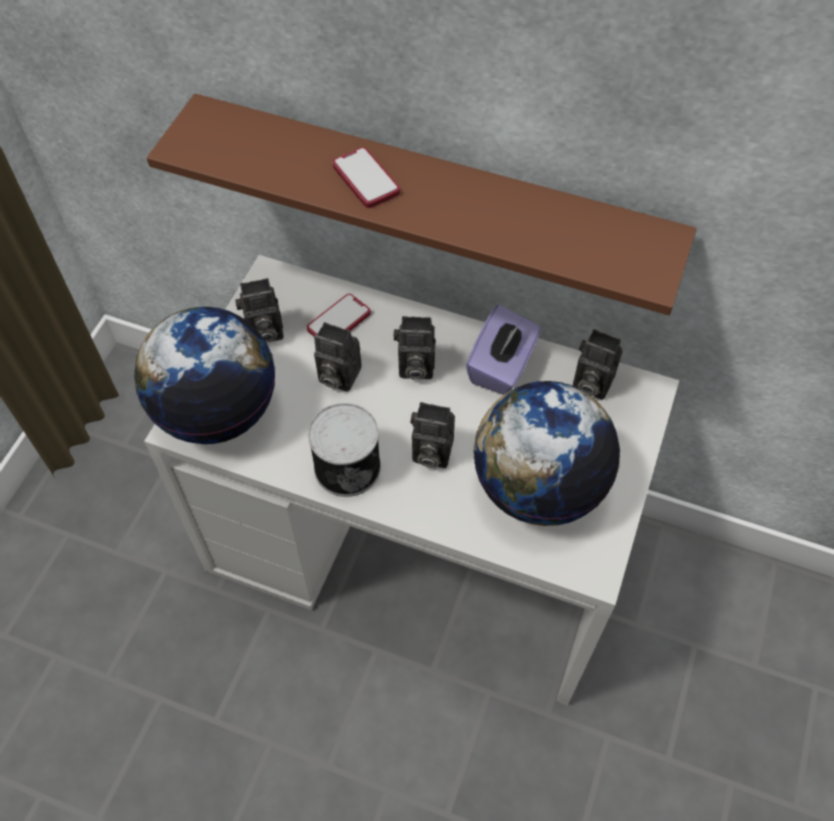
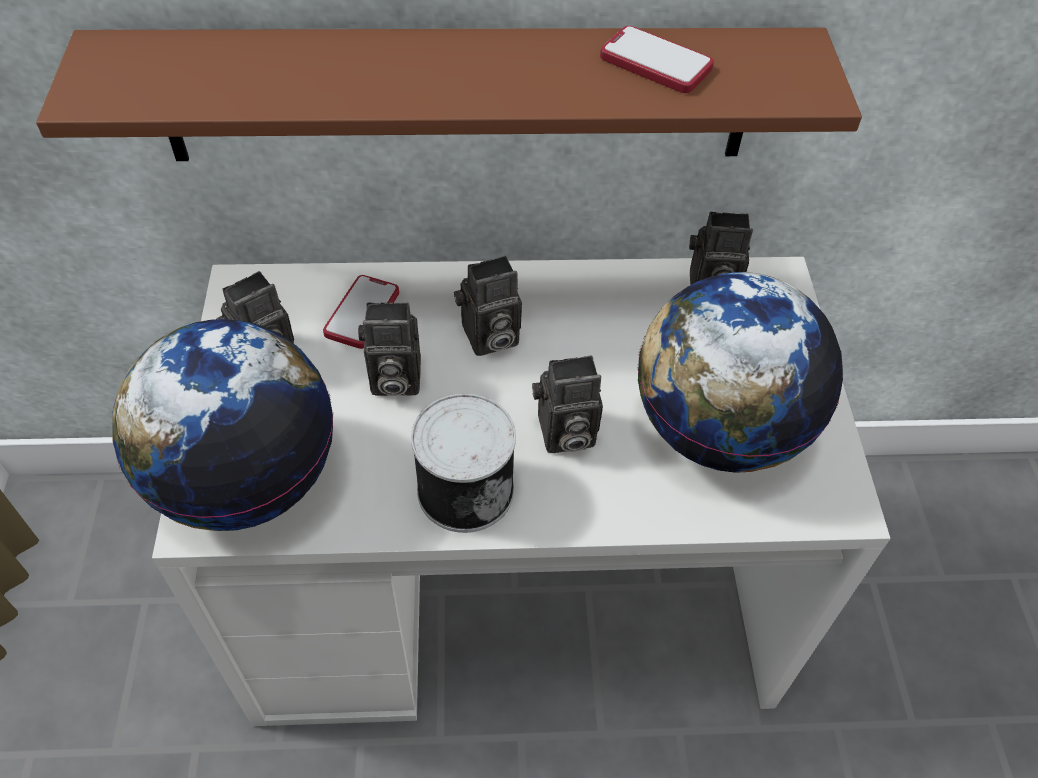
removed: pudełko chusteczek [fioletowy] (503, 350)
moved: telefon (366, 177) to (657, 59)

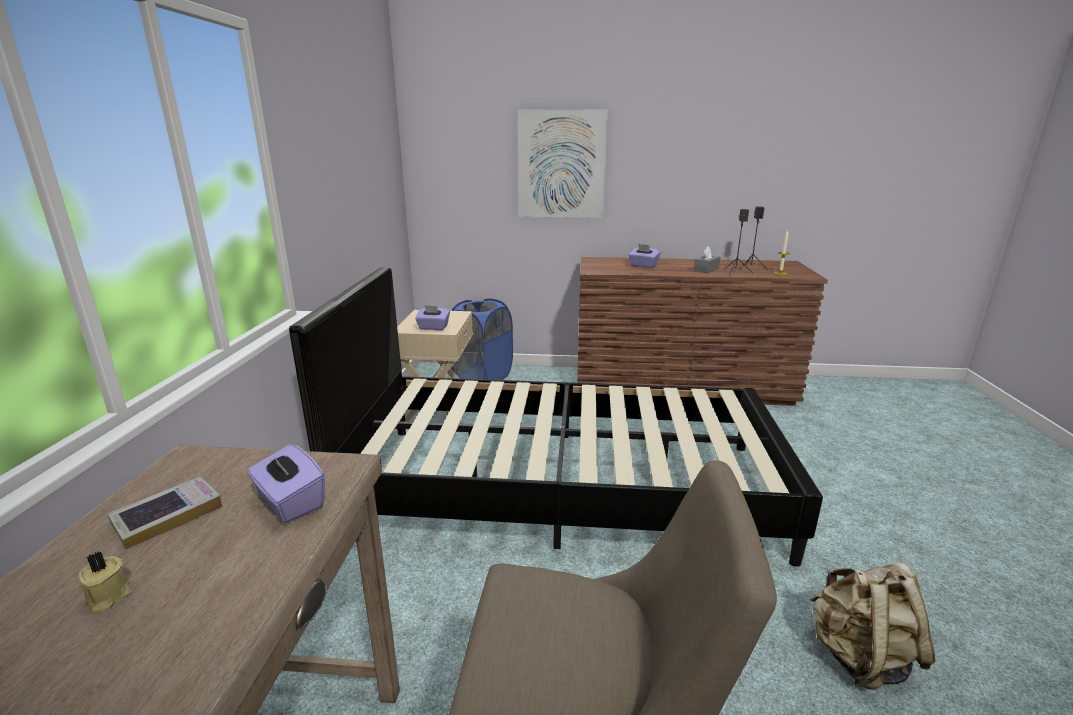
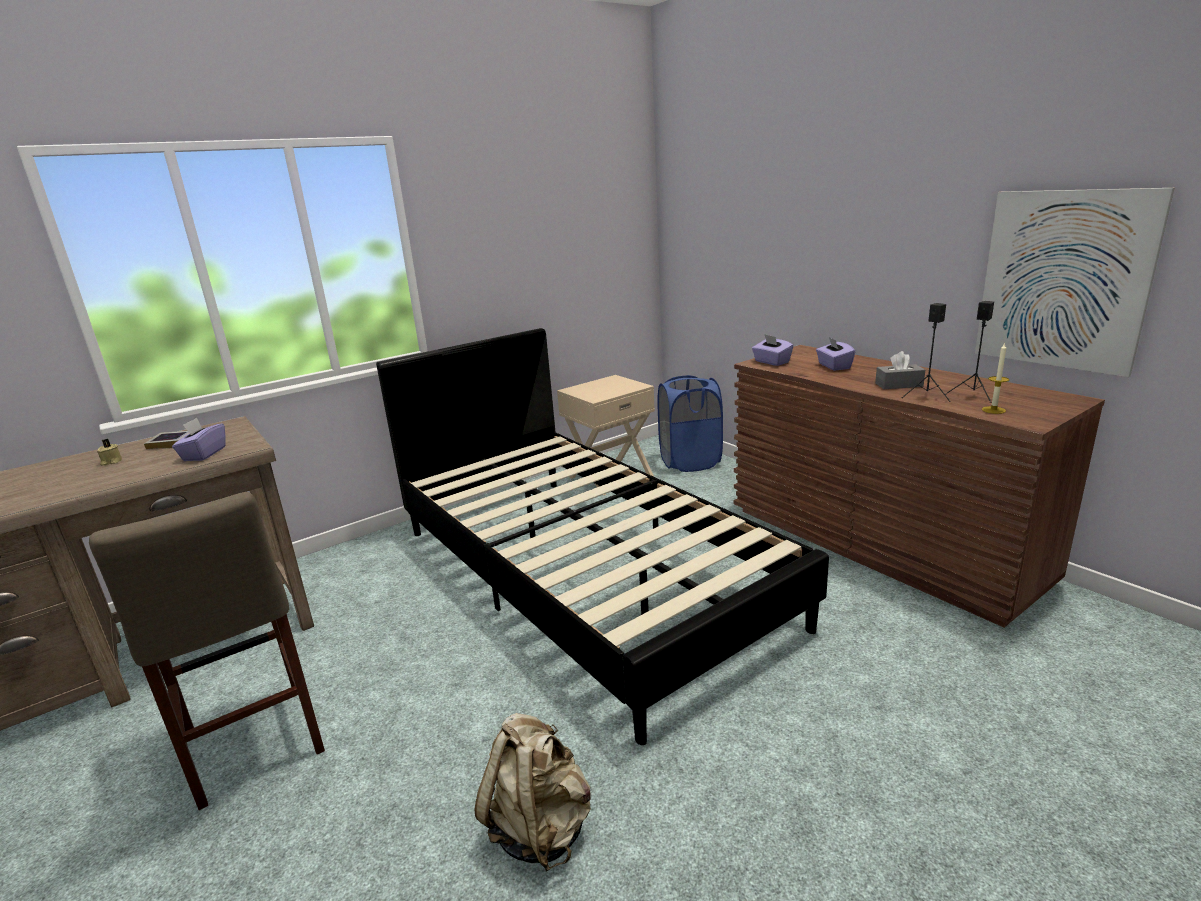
moved: obraz (563, 164) to (1074, 282); pudełko chusteczek [fioletowy] (432, 317) to (772, 350)

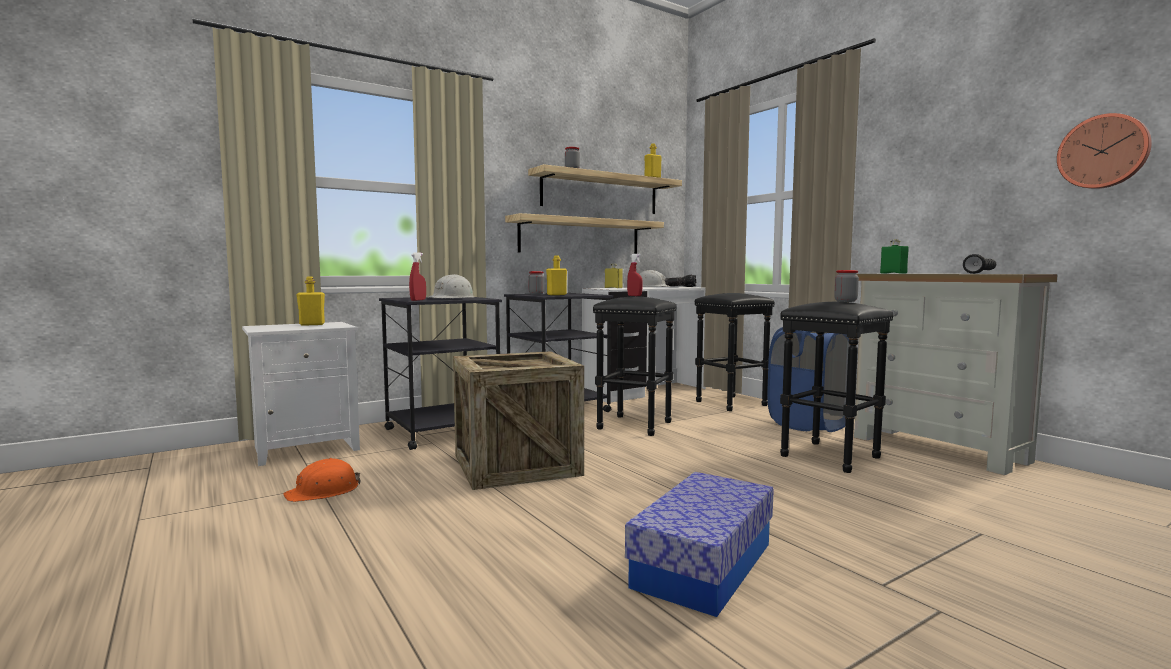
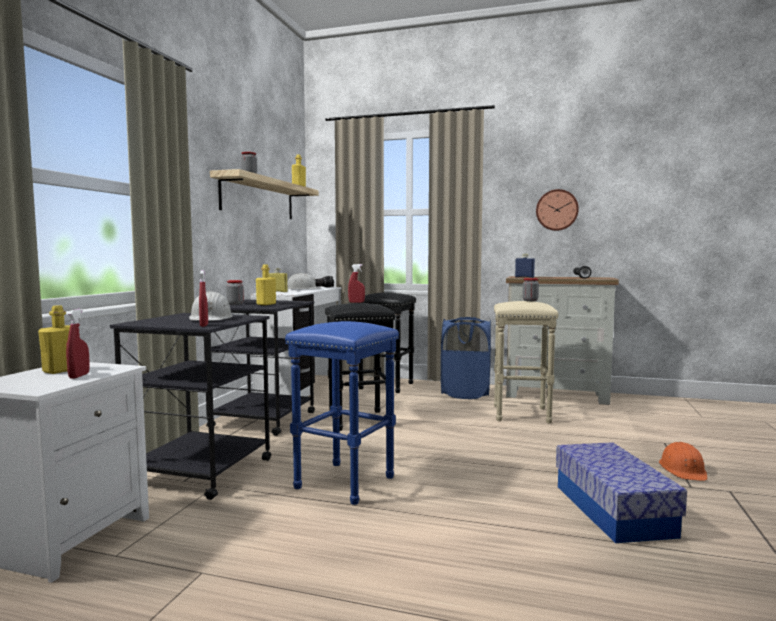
removed: półka (584, 233)
added: spryskiwacz [czerwony] (78, 343)
moved: zegar ścienny (1104, 151) to (557, 210); kask [pomarańczowy] (322, 480) to (683, 461)
replaced: skrzynka (518, 420) to stołek [niebieski] (342, 413)
recoloured: butelka [zielony] (894, 256) to butelka [niebieski] (525, 265); stołek [czarny] (836, 387) to stołek [beżowy] (526, 362)

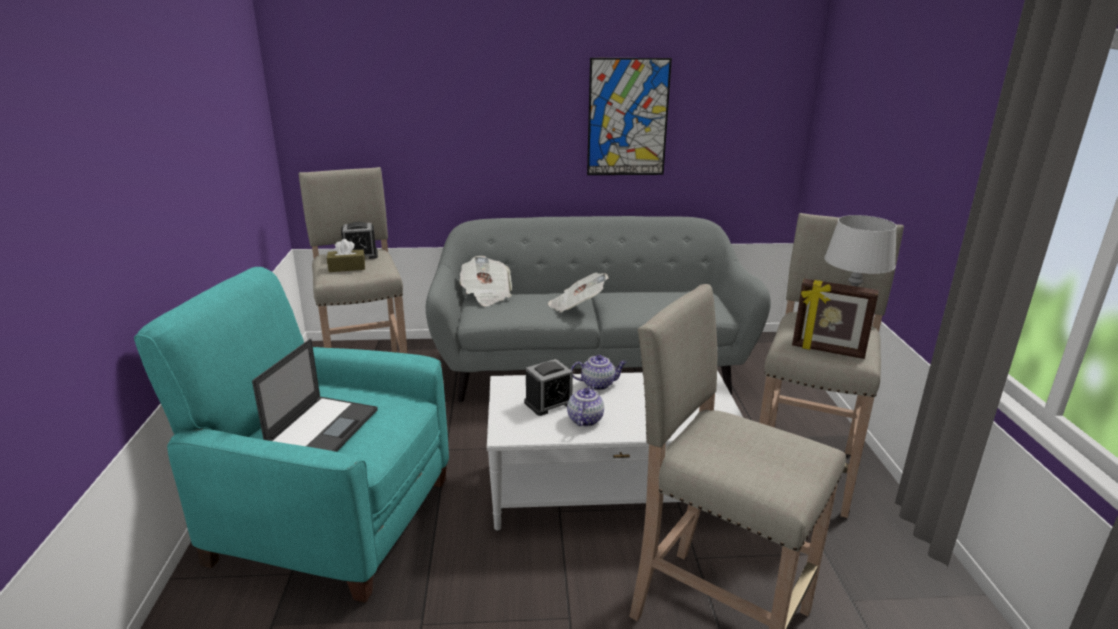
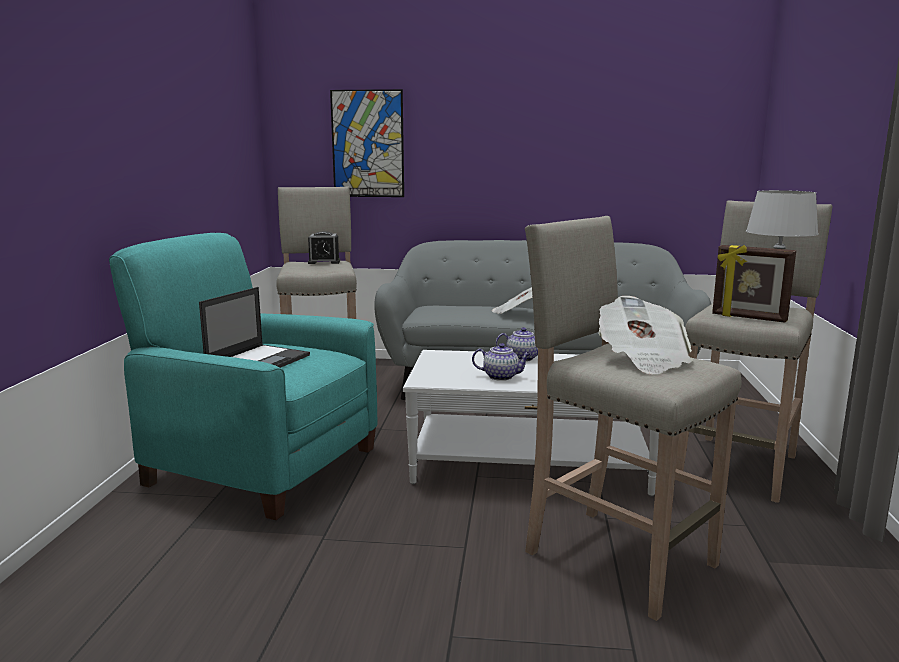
removed: pudełko chusteczek [brązowy] (346, 255); budzik (548, 387)
moved: obraz (629, 116) to (367, 143); gazeta (485, 281) to (646, 335)
turned: imbryk (585, 404) = (501, 362) 75 degrees clockwise

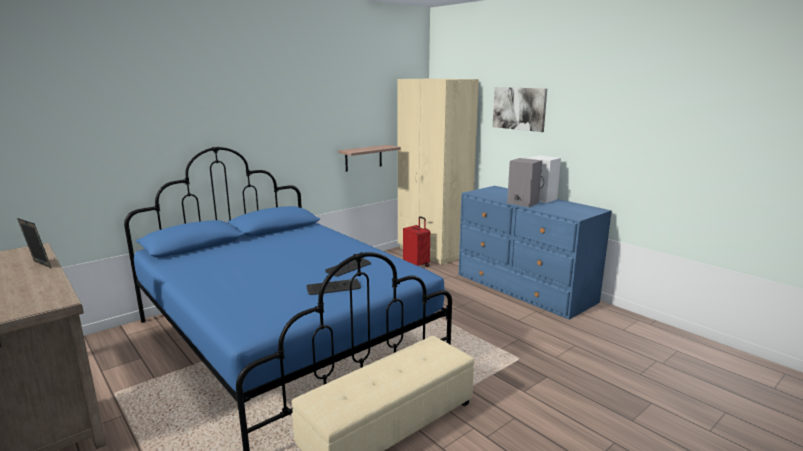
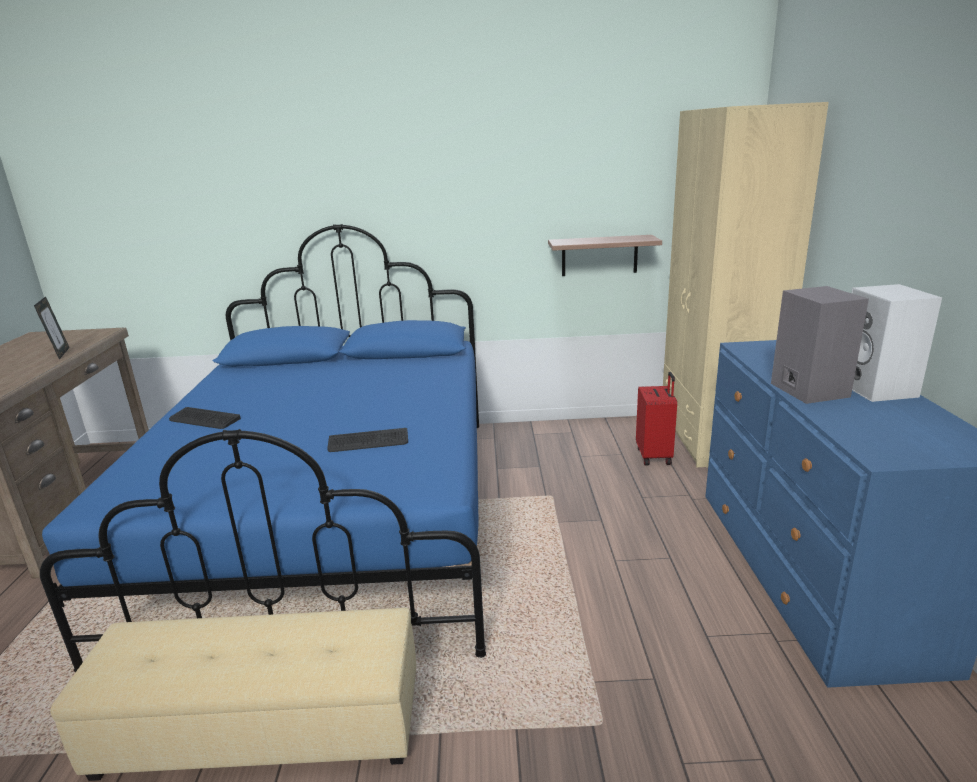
removed: obraz (519, 109)
moved: klawiatura (334, 287) to (205, 418)

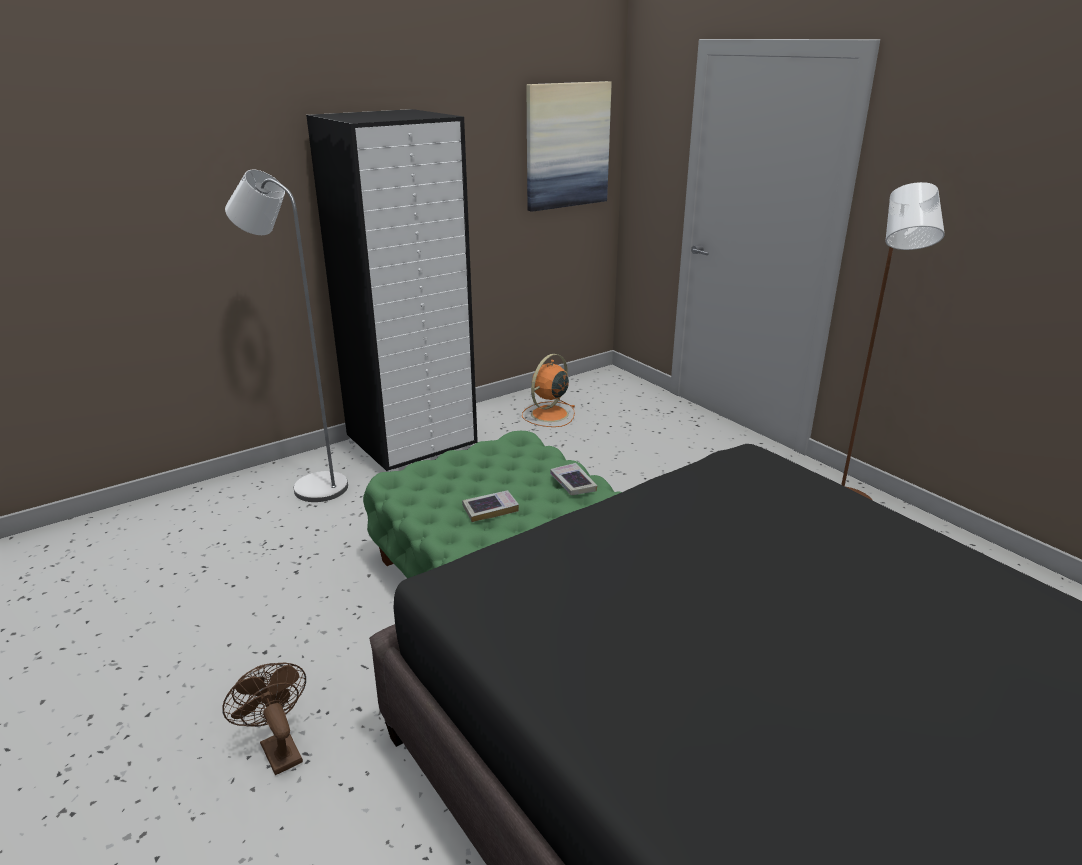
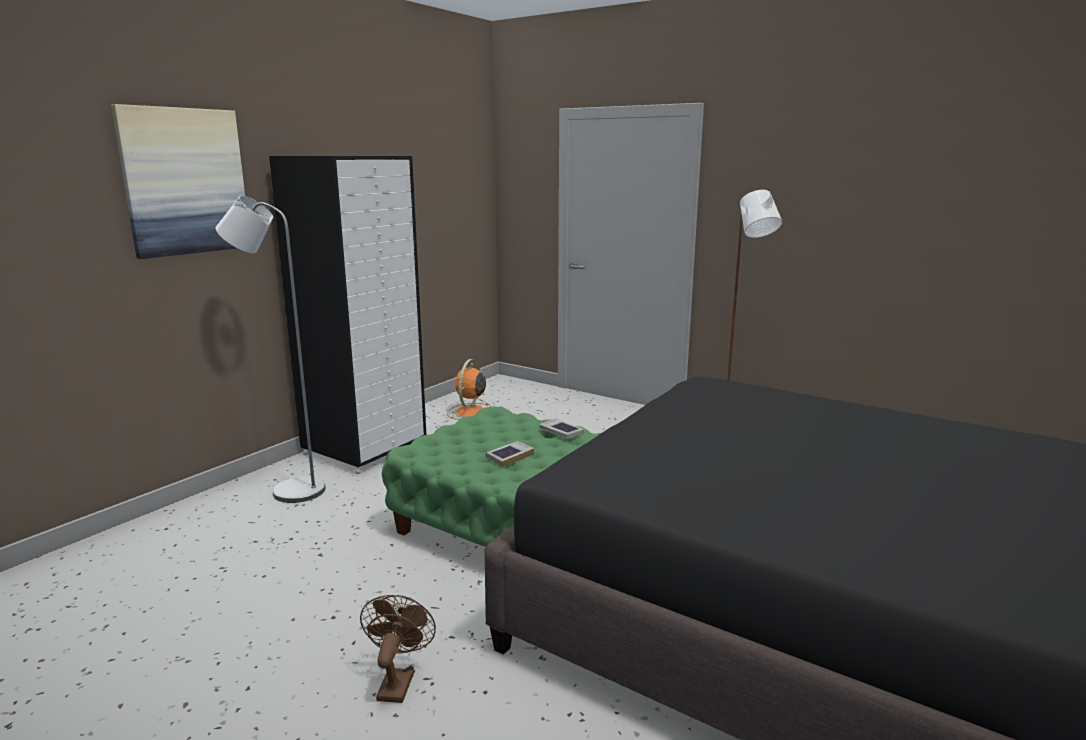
moved: obraz (569, 146) to (178, 181)
turned: wentylator [brązowy] (264, 719) = (398, 649) 60 degrees clockwise

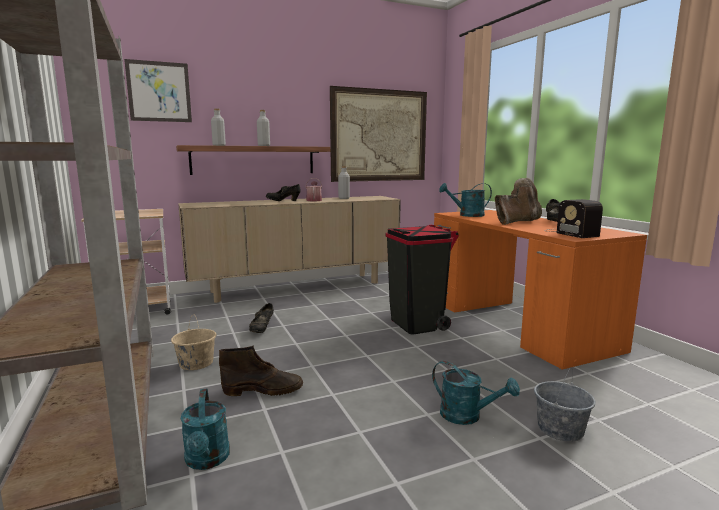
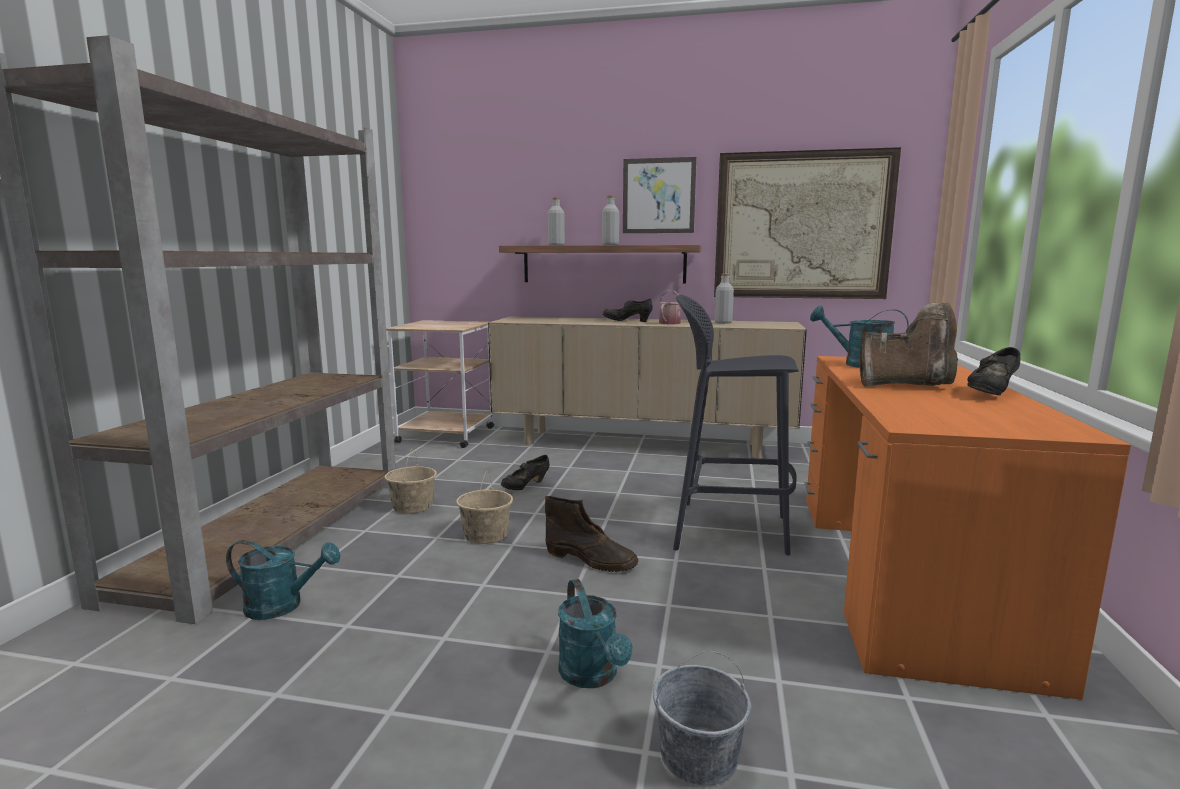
removed: radio (575, 218)
added: wiadro [beżowy] (484, 507)
moved: obraz (158, 90) to (659, 195); but z cholewką [brązowy] (261, 370) to (591, 534)
replaced: kosz na śmieci [czarny] (422, 279) to stołek [szary] (736, 425)
turned: konewka [turkusowy] (205, 429) = (283, 580) 105 degrees counterclockwise

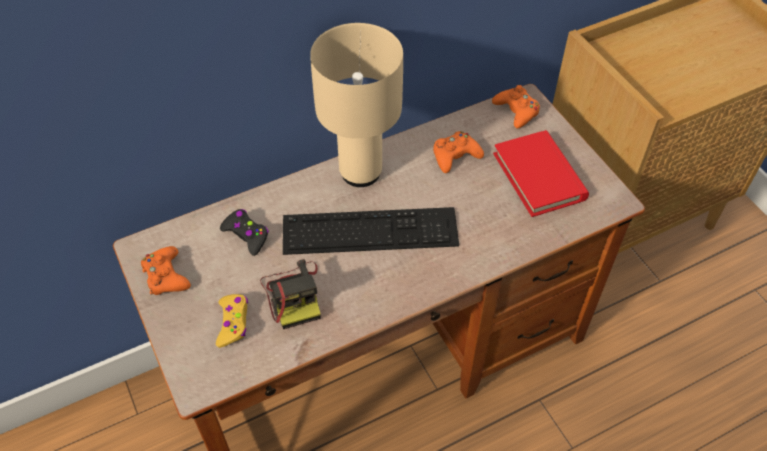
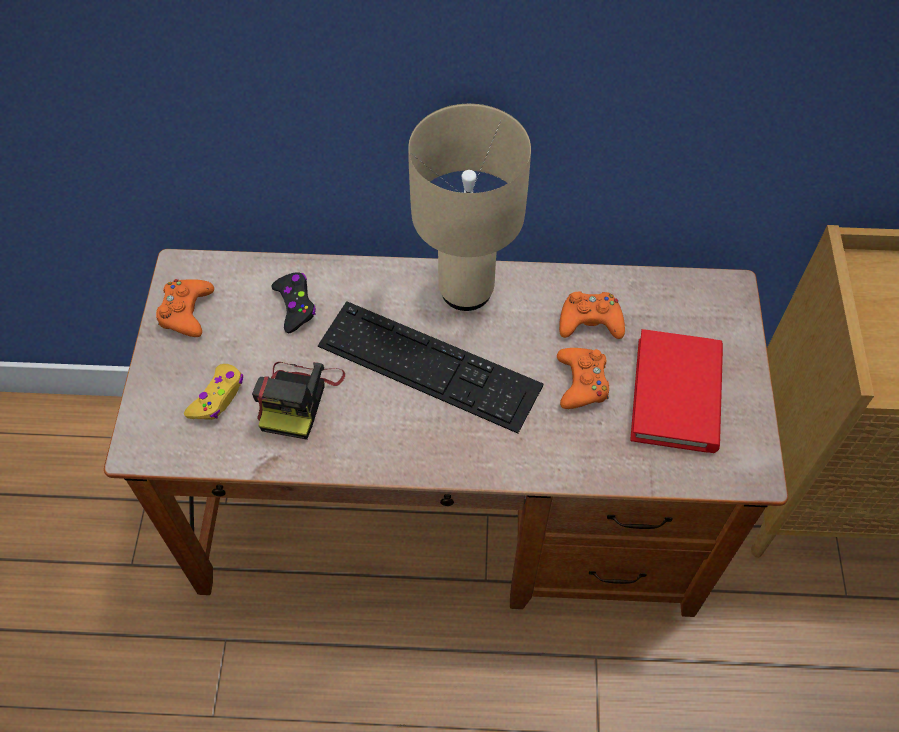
moved: pad do gier [pomarańczowy] (516, 106) to (583, 378)

